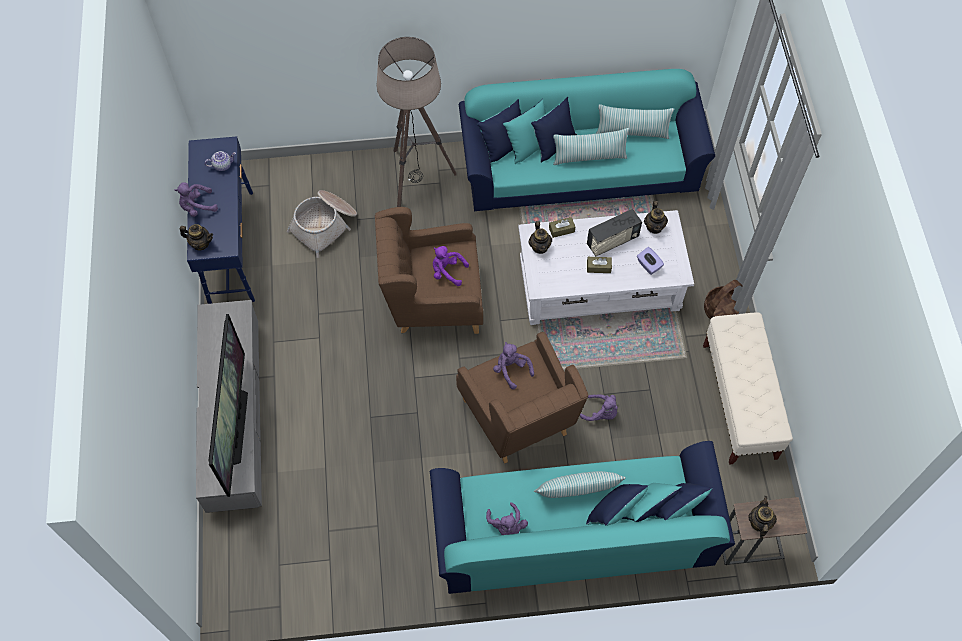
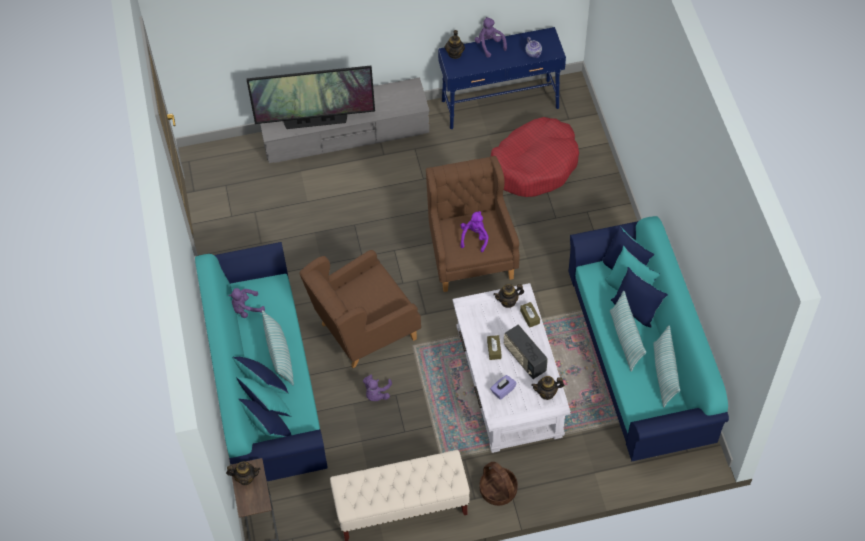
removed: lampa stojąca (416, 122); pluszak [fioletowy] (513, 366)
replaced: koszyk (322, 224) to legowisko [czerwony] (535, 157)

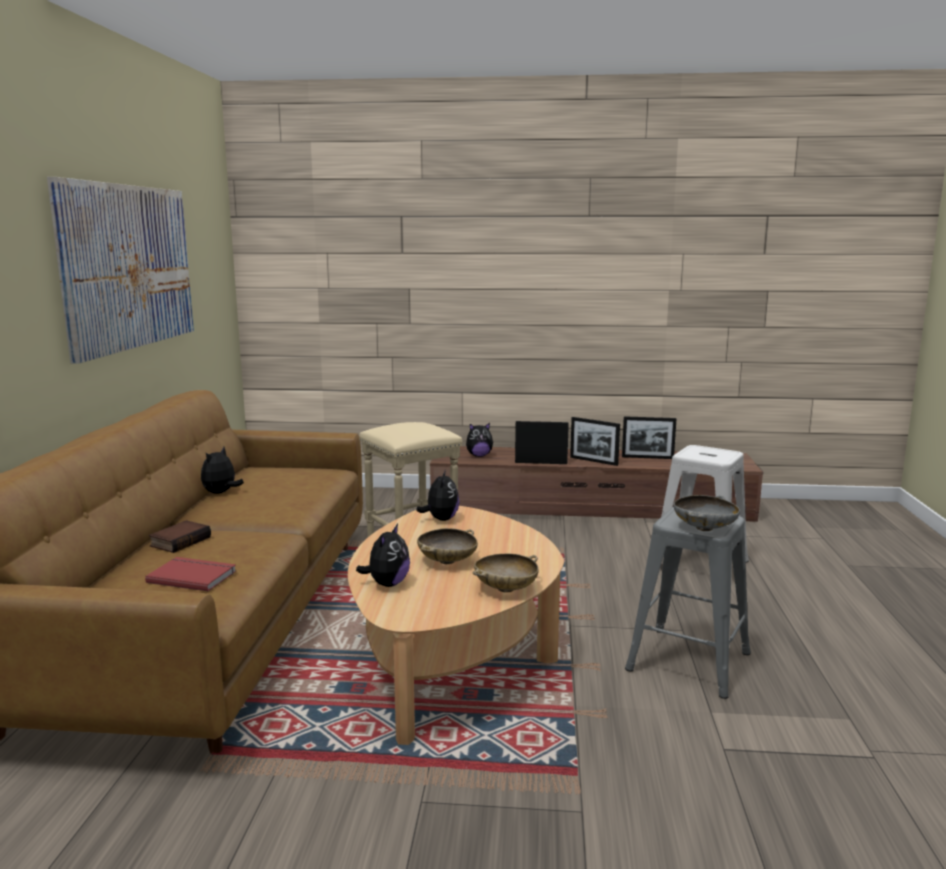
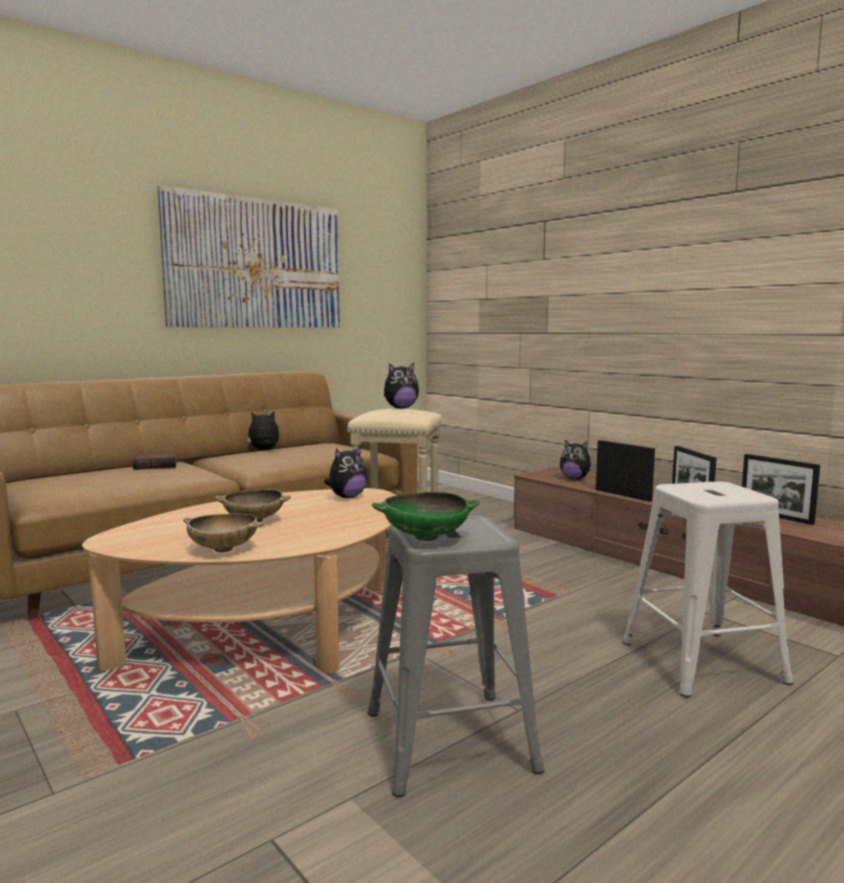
removed: książka [czerwony] (190, 574)
moved: pluszak (383, 555) to (401, 386)
recoloured: miska [szary] (706, 513) to miska [zielony] (426, 516)

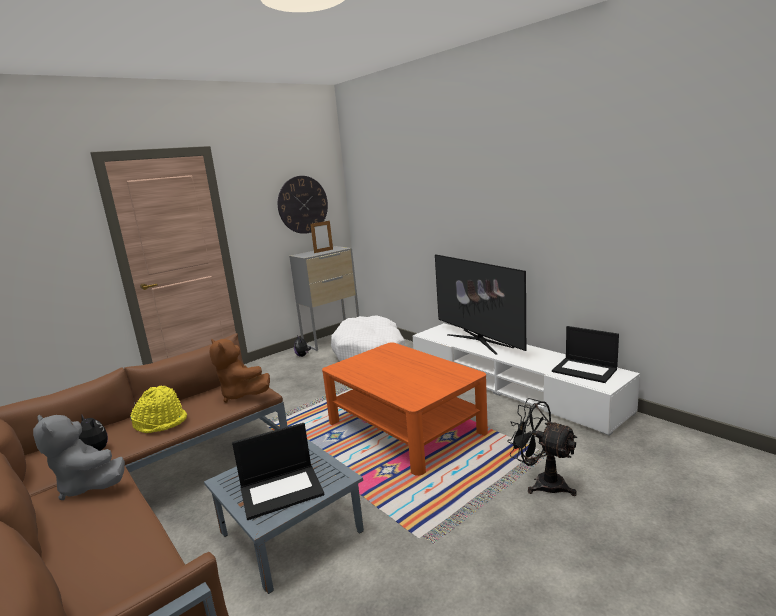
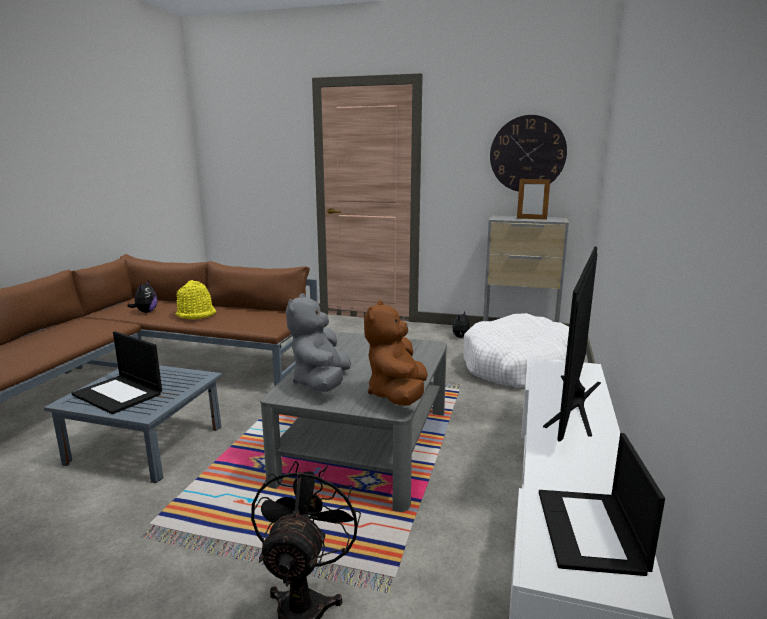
moved: pluszak [brązowy] (240, 371) to (396, 353); pluszak [szary] (79, 457) to (318, 342)
recoloured: ława [pomarańczowy] (405, 409) to ława [szary] (353, 422)

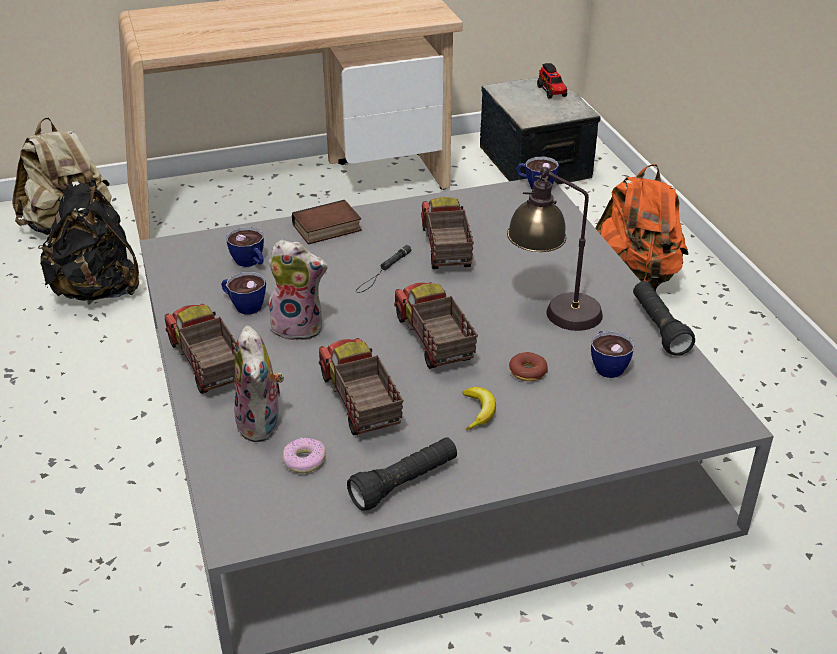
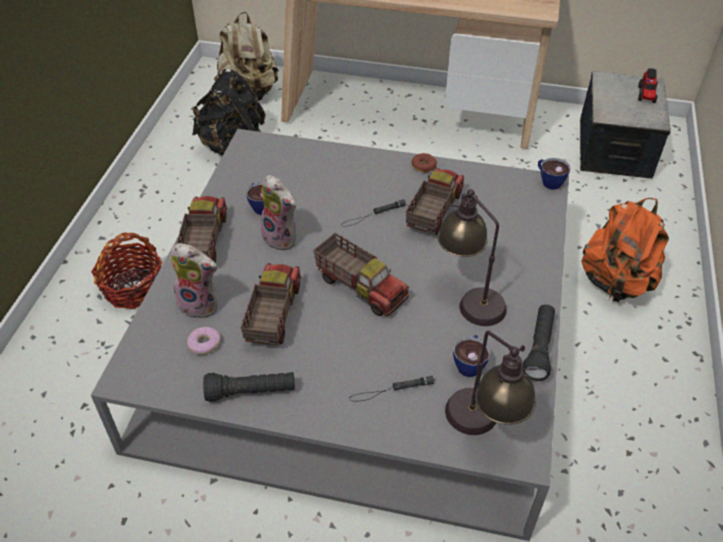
removed: książka (327, 222); filiżanka (245, 247); banan (479, 408)
added: koszyk (126, 270); lampa stołowa (491, 383); latarka [czarny] (391, 388)
moved: donut (528, 366) to (424, 163)
turned: ciężarówka zabawkowa (436, 325) = (361, 274) 120 degrees clockwise; pluszak (259, 383) = (194, 281) 90 degrees counterclockwise

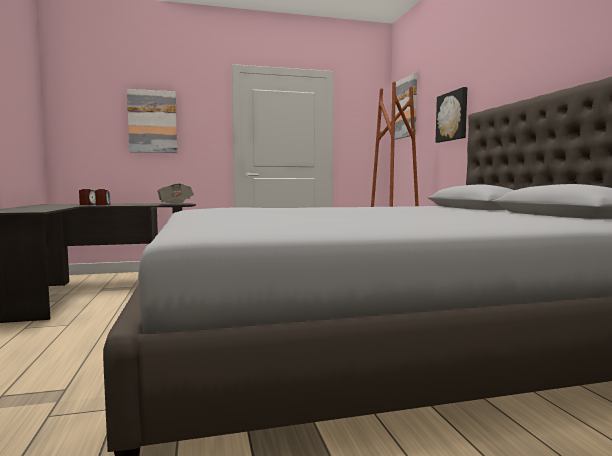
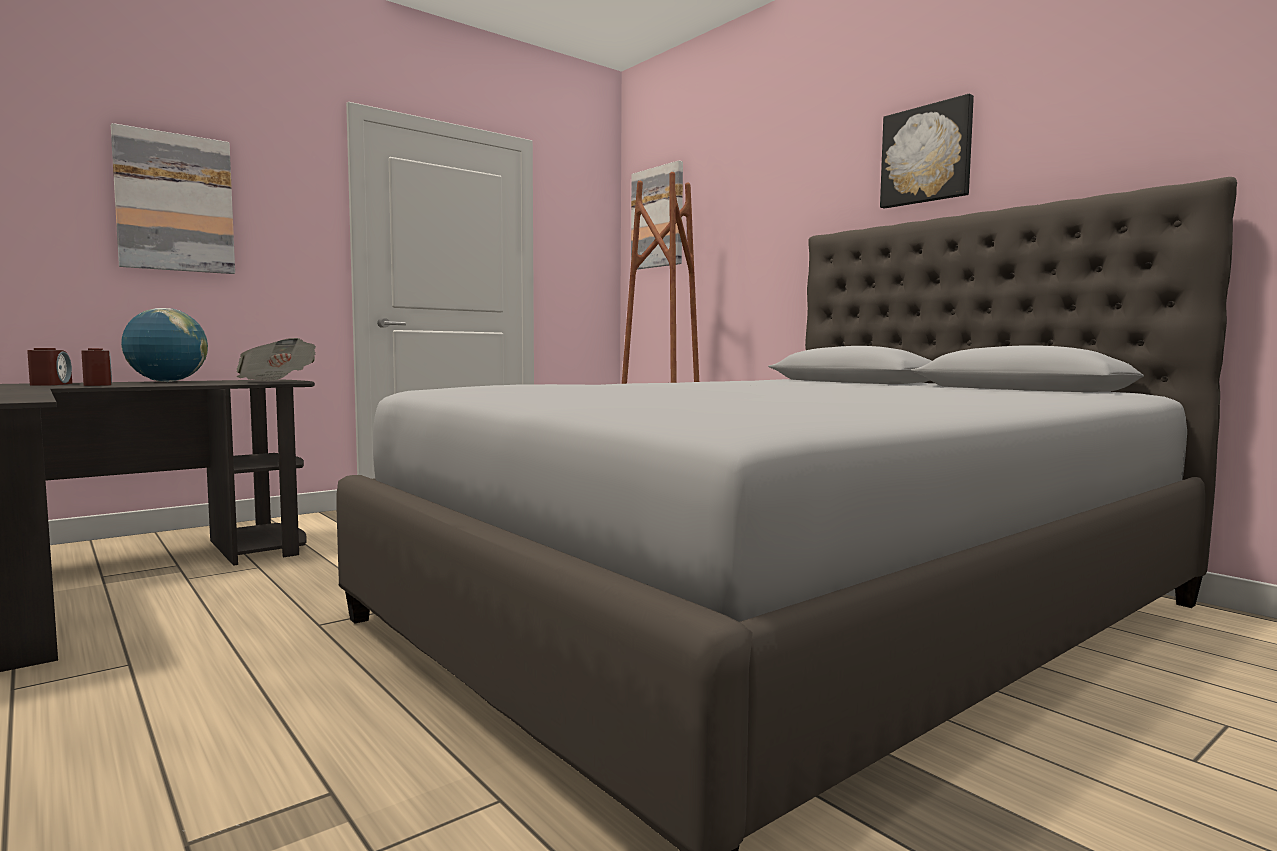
added: globus (164, 345)
moved: obraz (451, 115) to (927, 151)

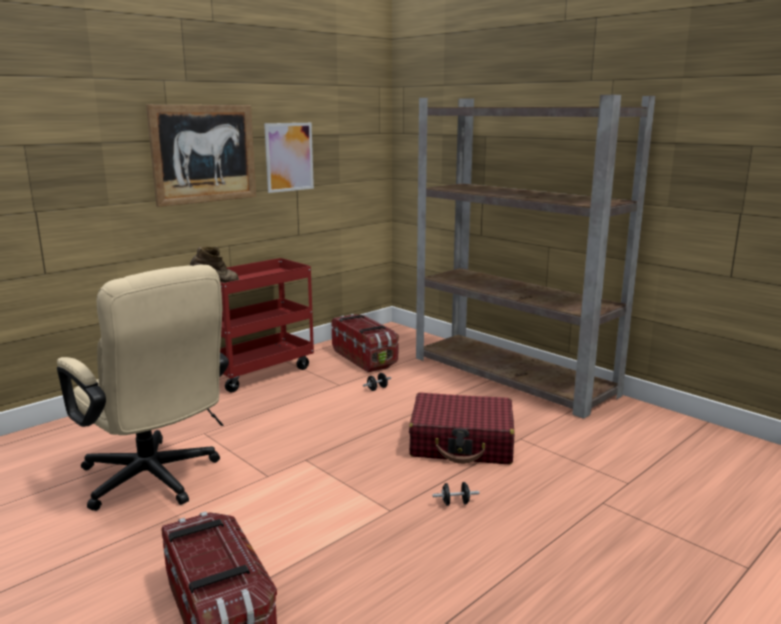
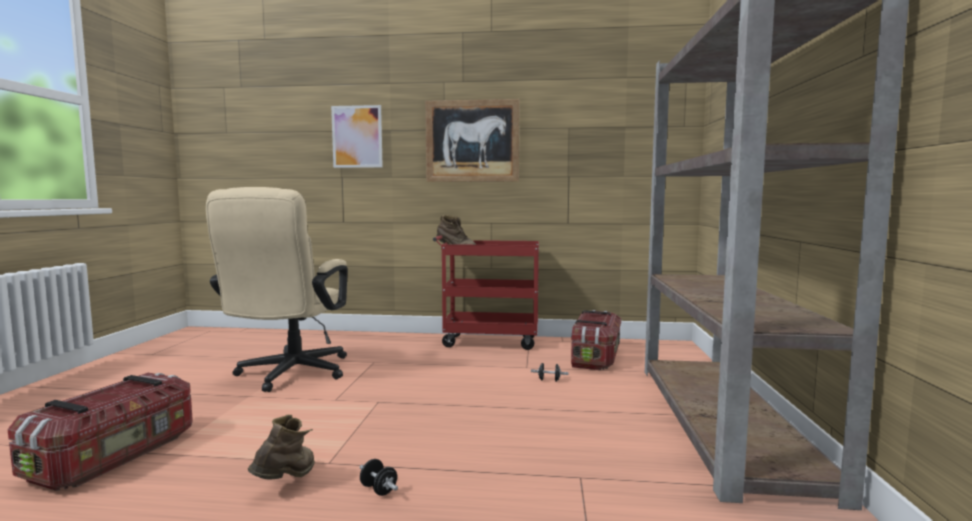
removed: walizka [czerwony] (462, 428)
added: but z cholewką [brązowy] (281, 447)
moved: obraz (289, 158) to (357, 136)

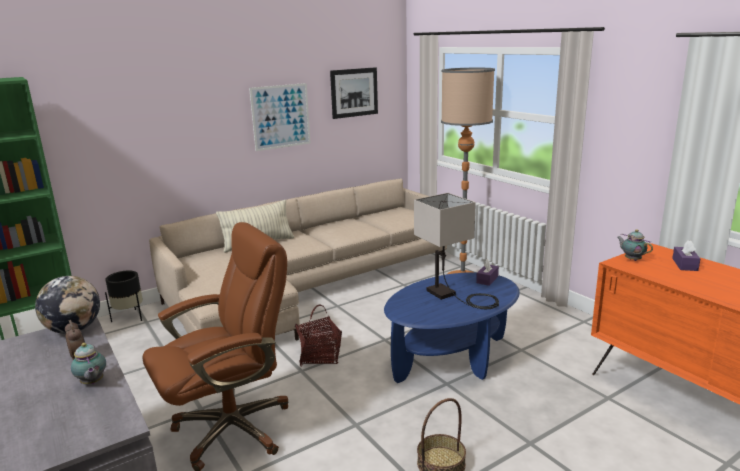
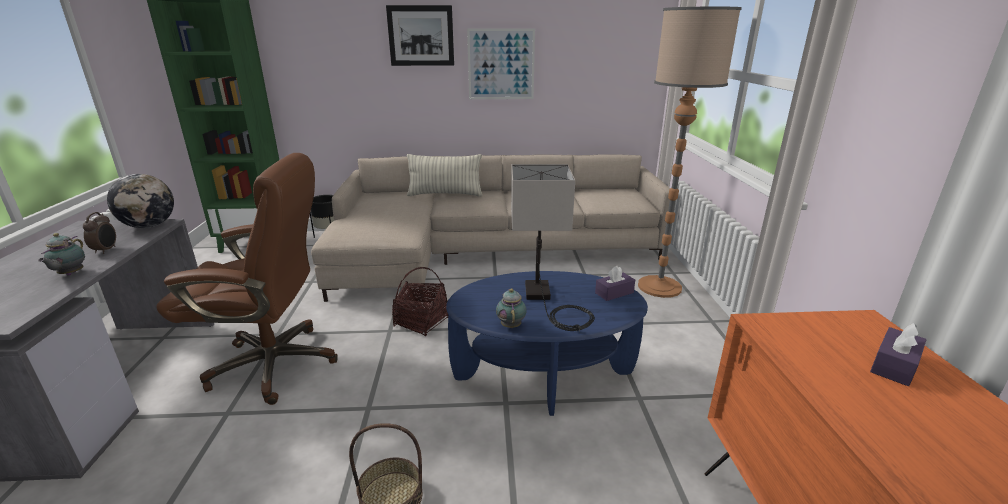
moved: obraz (354, 93) to (420, 35); imbryk (635, 245) to (511, 308)

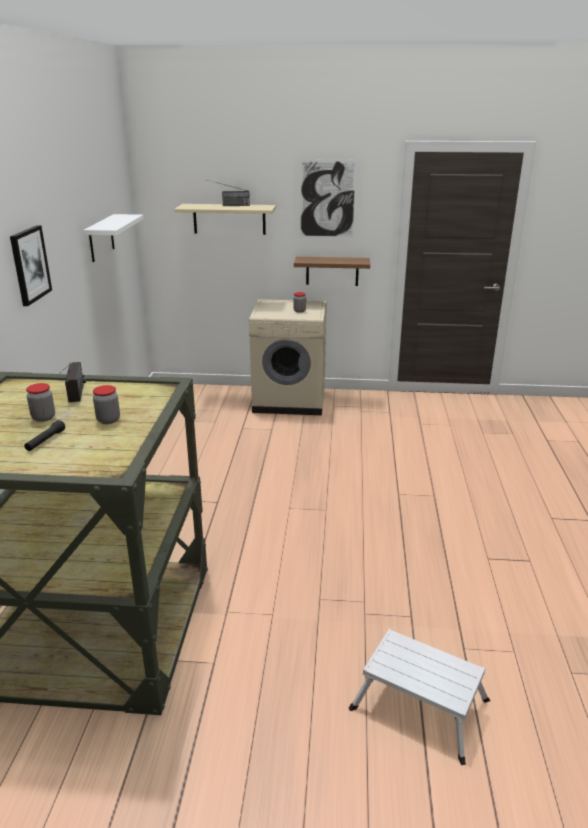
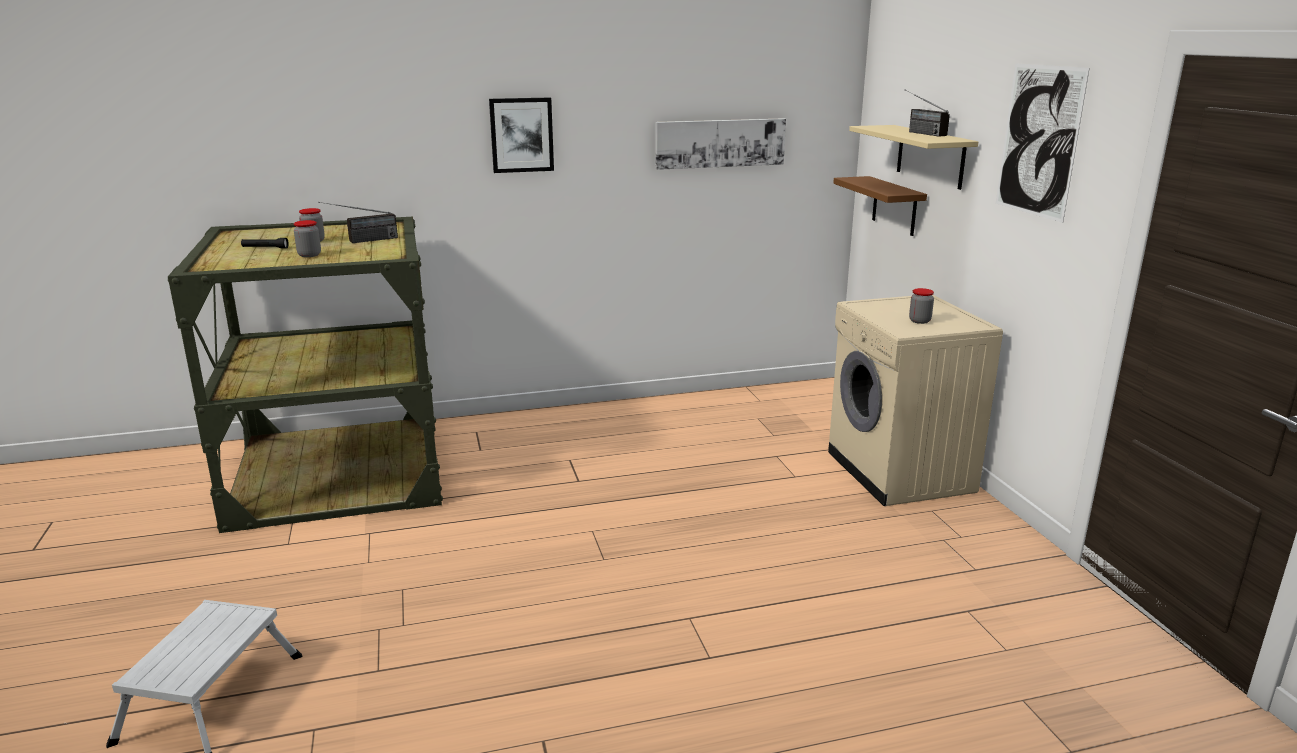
moved: półka [brązowy] (332, 271) to (880, 206)
replaced: półka [biały] (113, 238) to obraz (720, 144)

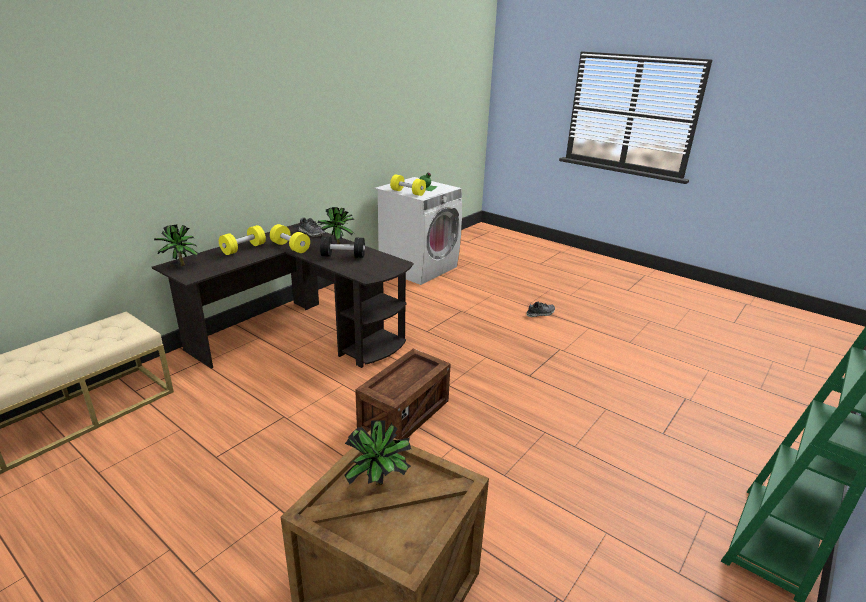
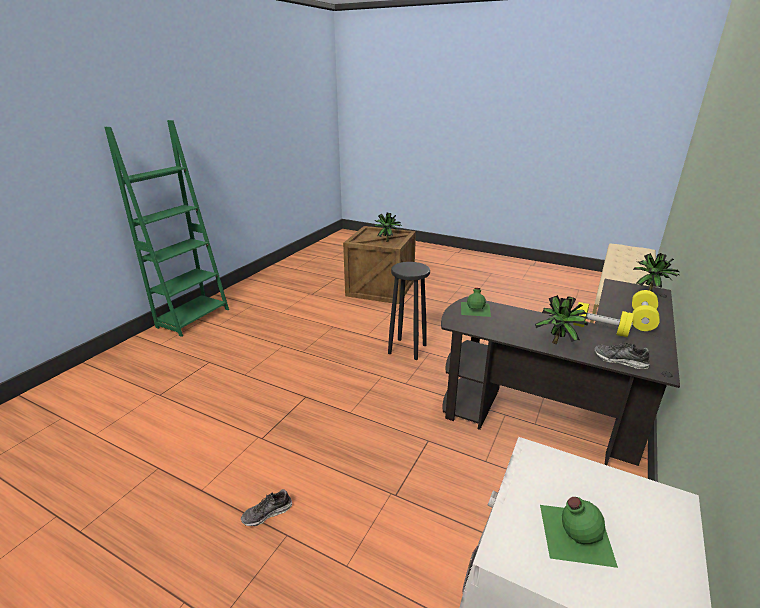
removed: hantel [żółty] (408, 185); hantel [czarny] (342, 247)
added: butelka [zielony] (476, 302)
replaced: skrzynka (403, 394) to stołek [czarny] (409, 311)

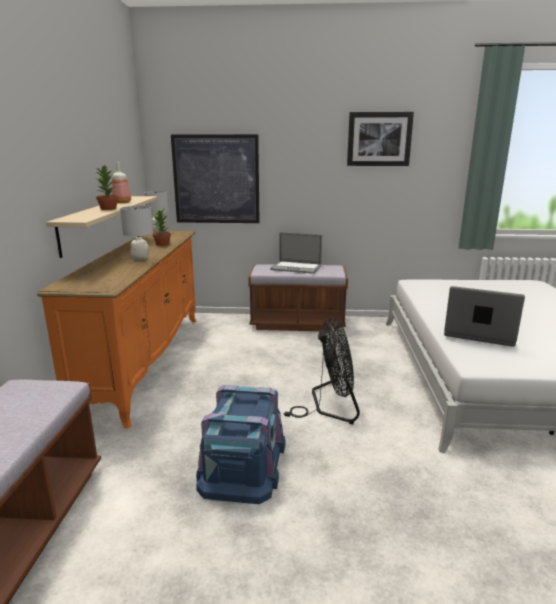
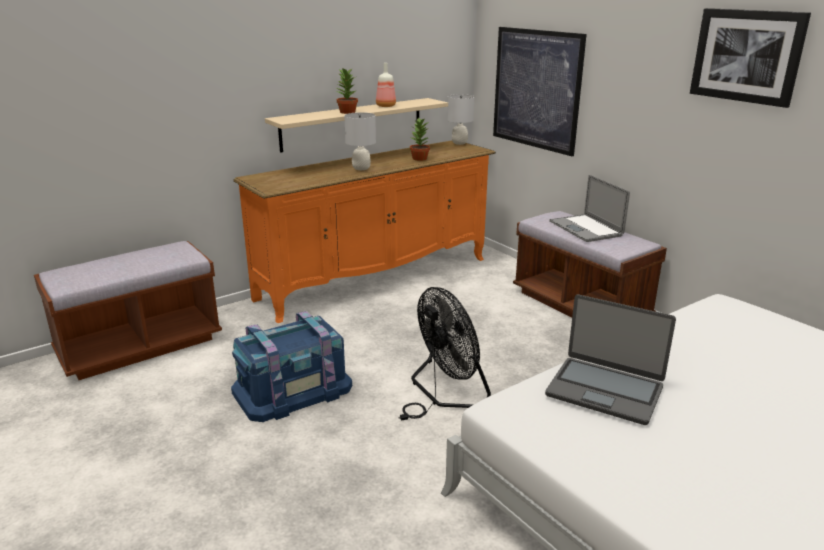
turned: laptop (484, 316) = (610, 359) 135 degrees clockwise; wentylator [czarny] (321, 371) = (445, 354) 75 degrees counterclockwise

